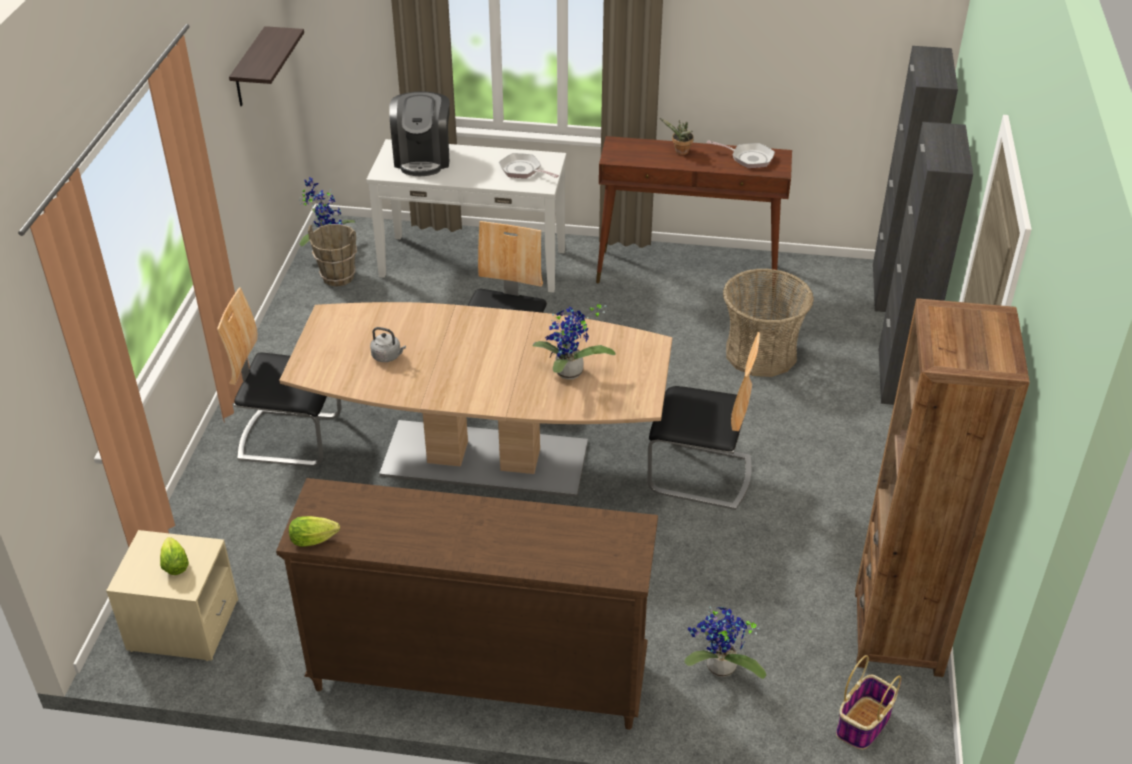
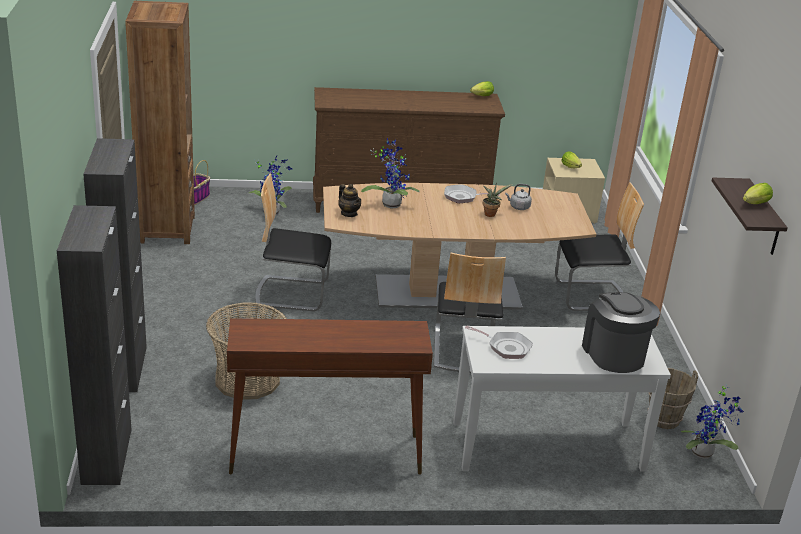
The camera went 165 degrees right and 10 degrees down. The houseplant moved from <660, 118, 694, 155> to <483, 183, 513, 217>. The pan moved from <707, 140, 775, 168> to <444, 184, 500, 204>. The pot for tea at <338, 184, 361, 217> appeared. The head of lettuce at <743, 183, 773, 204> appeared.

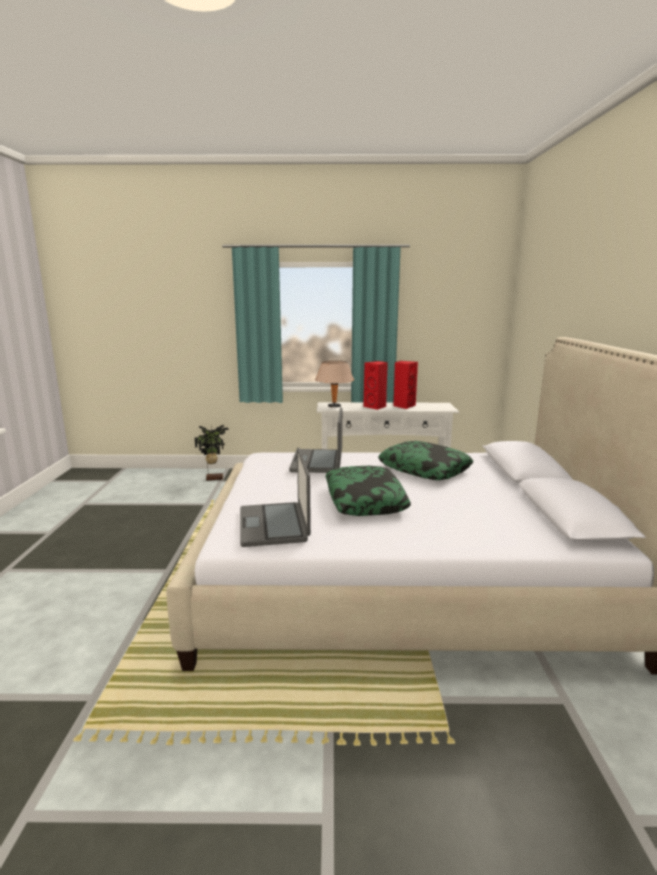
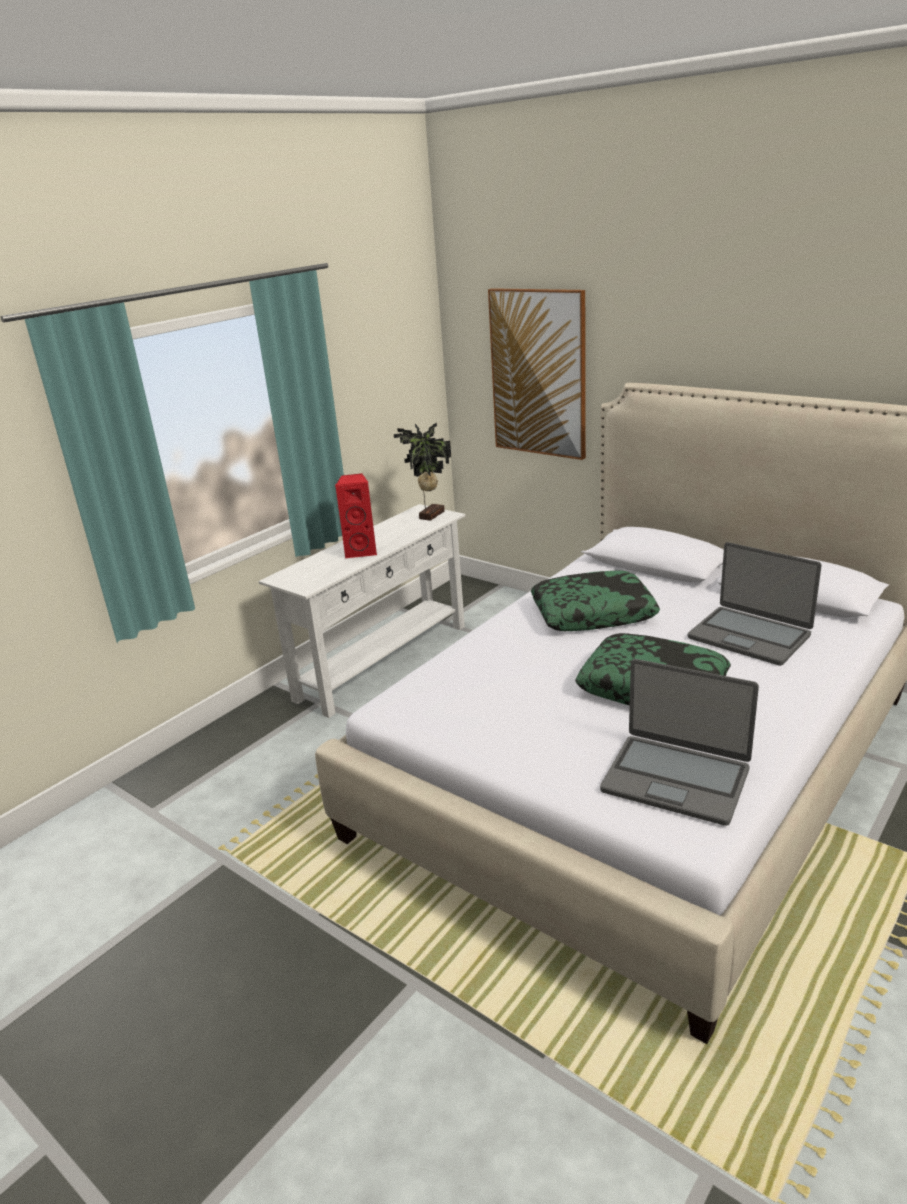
The camera went 50 degrees left and 10 degrees up. The houseplant moved from <195, 425, 229, 481> to <394, 423, 451, 521>. The portable computer moved from <289, 407, 342, 473> to <688, 542, 821, 666>. The table lamp in sand-coloured at <315, 361, 354, 408> disappeared. The speaker in red at <393, 361, 418, 409> disappeared. The picture at <488, 288, 586, 460> appeared.

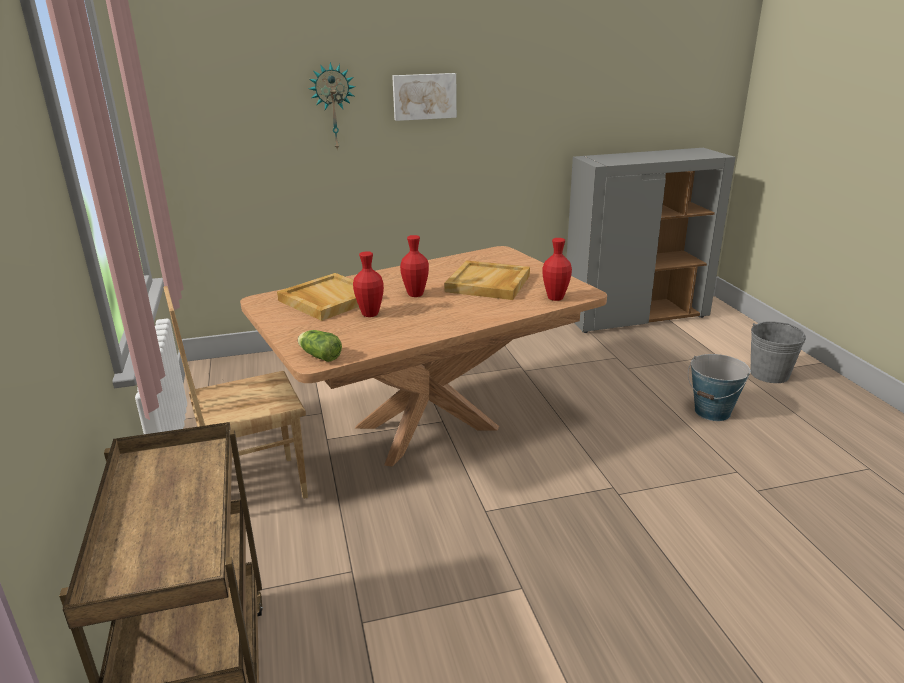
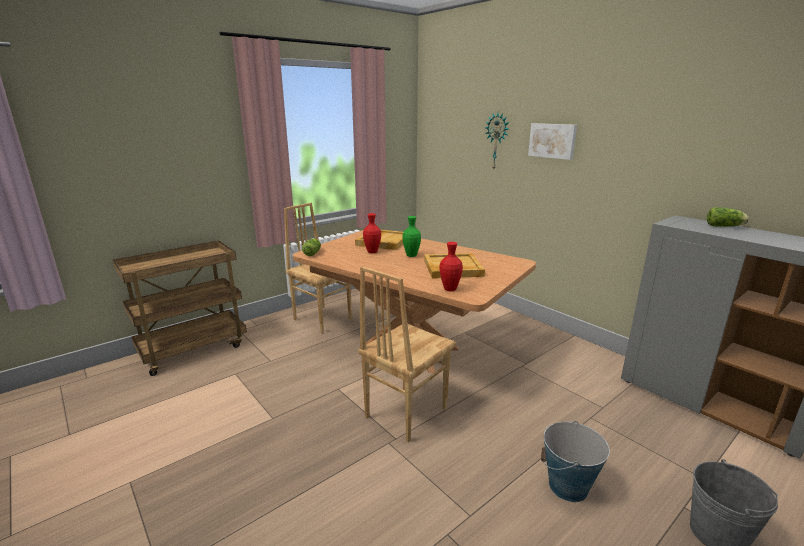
The camera went 65 degrees right and 5 degrees down. The flower vase in red at <400, 235, 429, 297> became the flower vase in greenish at <403, 216, 421, 257>. The plain chair in brownish at <358, 266, 456, 442> appeared. The head of lettuce at <707, 207, 749, 227> appeared.

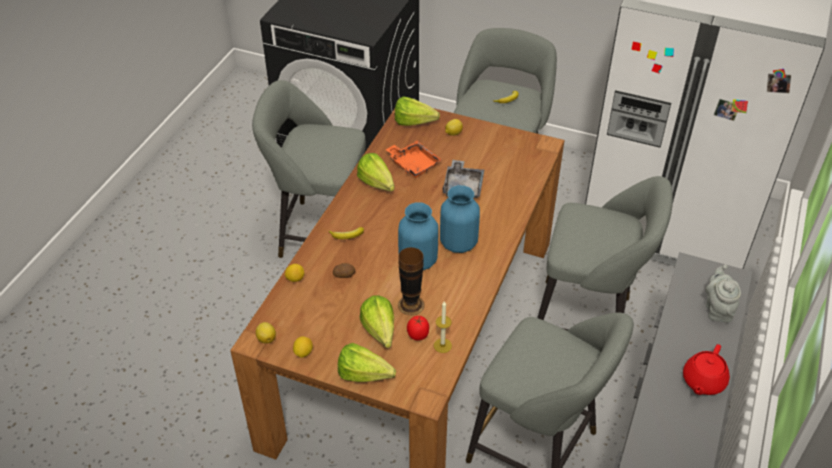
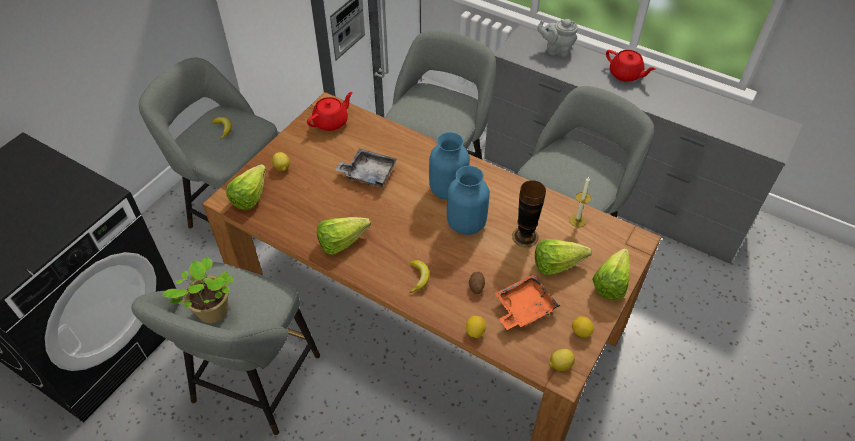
The camera went 80 degrees left and 5 degrees up. The tray in orange moved from <385, 141, 442, 178> to <494, 274, 561, 330>. The fresh tomato at <407, 316, 429, 340> disappeared. The houseplant at <162, 257, 233, 323> appeared. The pot for tea in red at <307, 92, 353, 131> appeared.

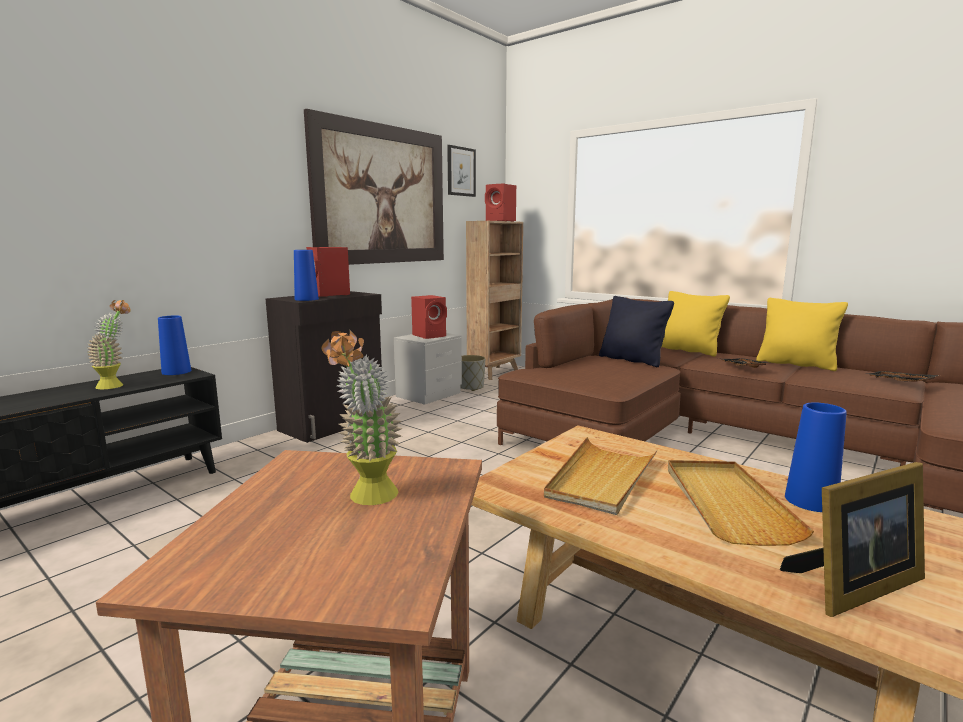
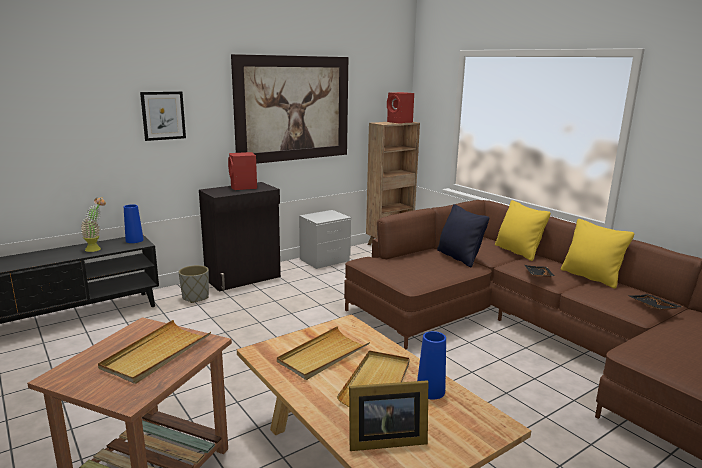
The camera went 15 degrees right and 5 degrees up. The flower vase in bluish at <294, 250, 319, 301> disappeared. The houseplant at <322, 331, 403, 505> was replaced by the tray in sand-coloured at <98, 320, 211, 384>. The speaker in red at <411, 295, 447, 339> disappeared. The picture moved from <447, 145, 476, 197> to <140, 91, 186, 141>. The flower pot in greyish moved from <460, 355, 485, 391> to <179, 265, 209, 303>.

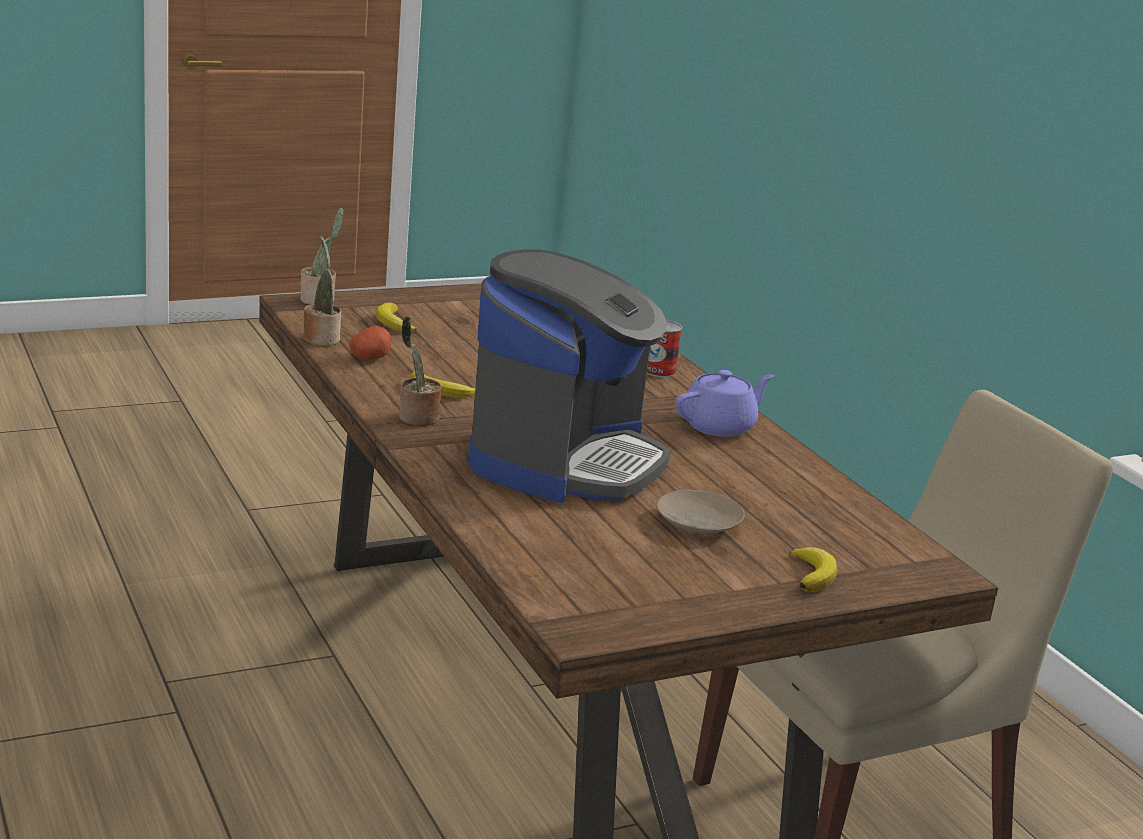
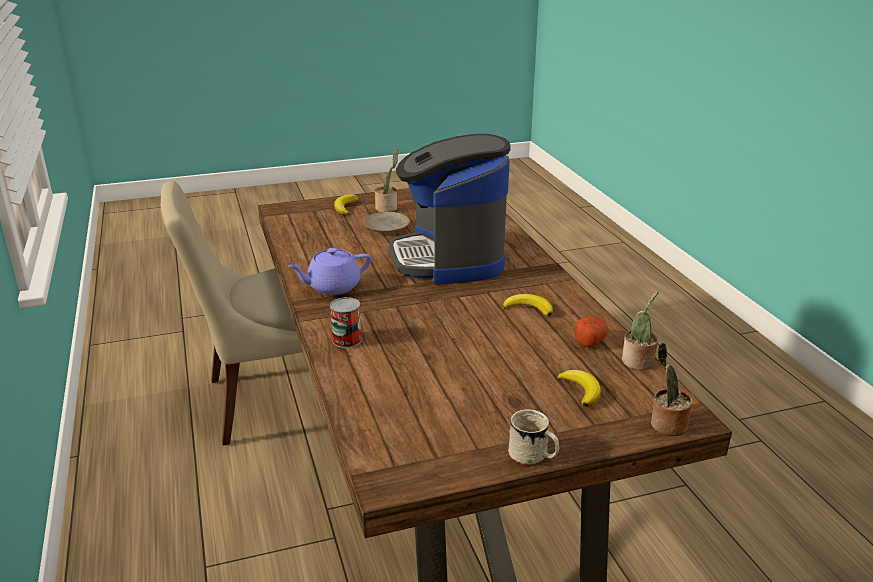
The camera went 170 degrees left and 5 degrees up. The houseplant moved from <399, 316, 442, 426> to <375, 146, 398, 212>. The coffee maker at <468, 249, 670, 503> turned 45 degrees counterclockwise. The tea mug in white at <508, 409, 559, 465> appeared.

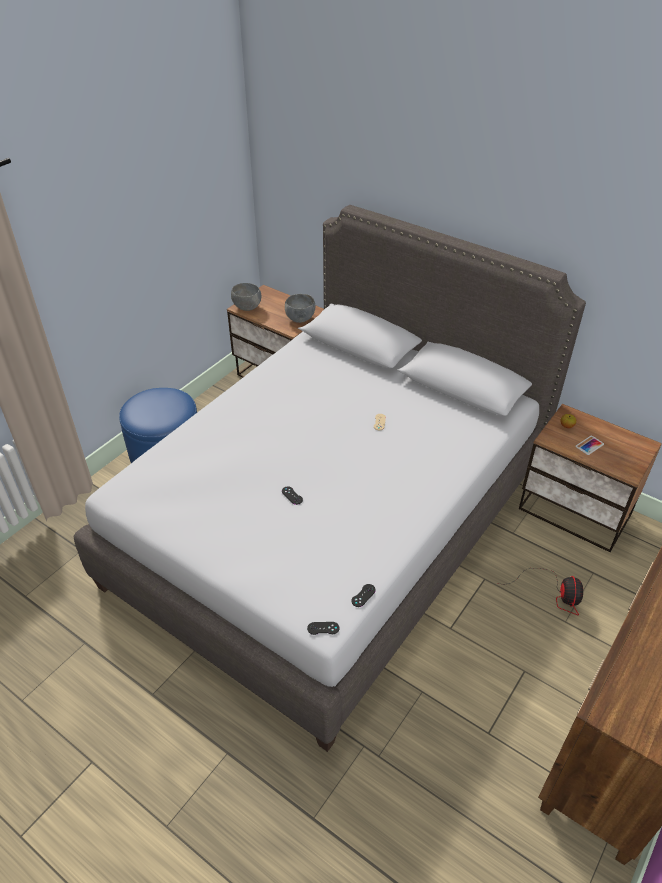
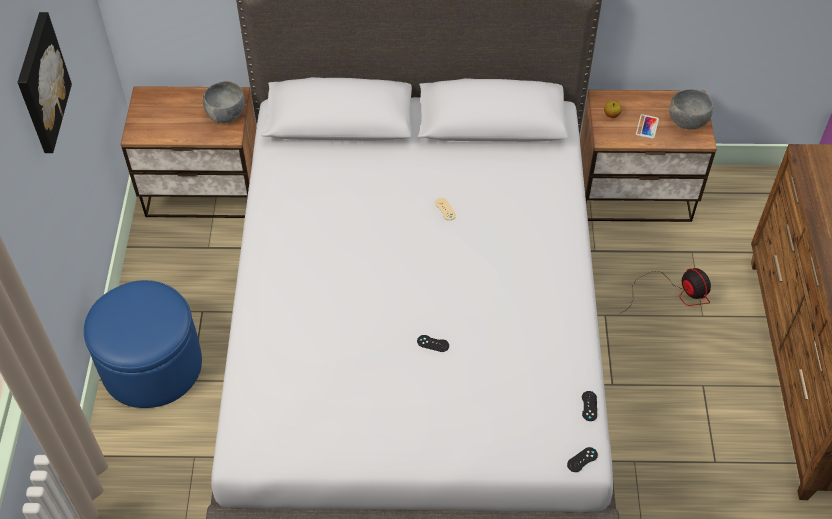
The camera went 35 degrees left and 10 degrees up. The bowl in greyish moved from <231, 283, 261, 311> to <669, 89, 713, 130>. The picture at <17, 12, 72, 153> appeared.

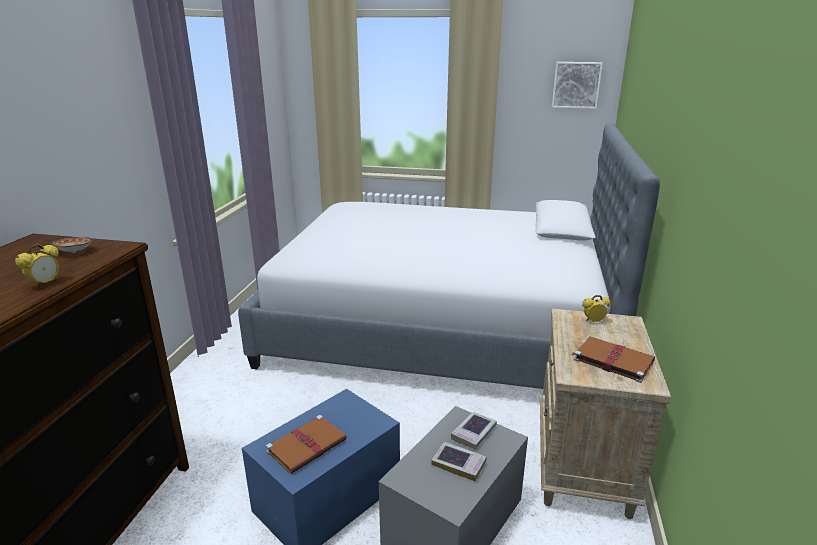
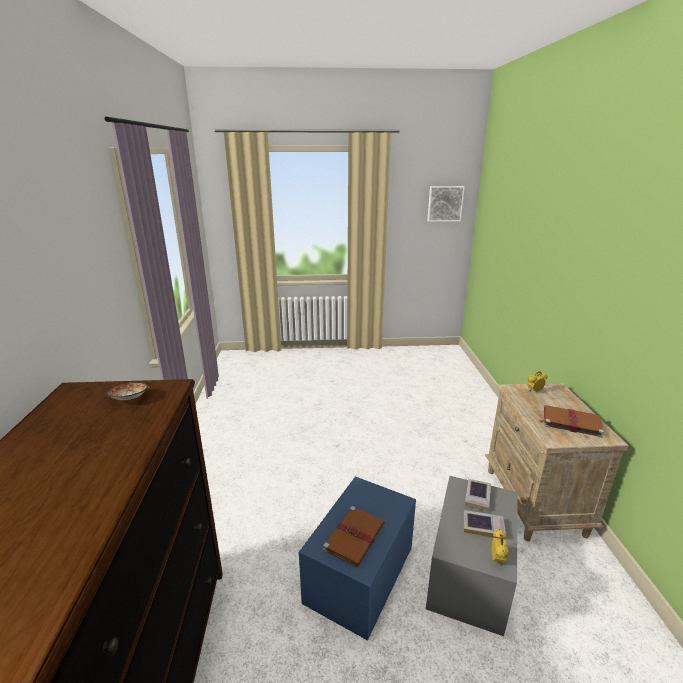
The camera went 15 degrees left and 0 degrees up. The table clock moved from <15, 244, 59, 288> to <492, 529, 509, 565>. The bed at <238, 123, 660, 389> disappeared.

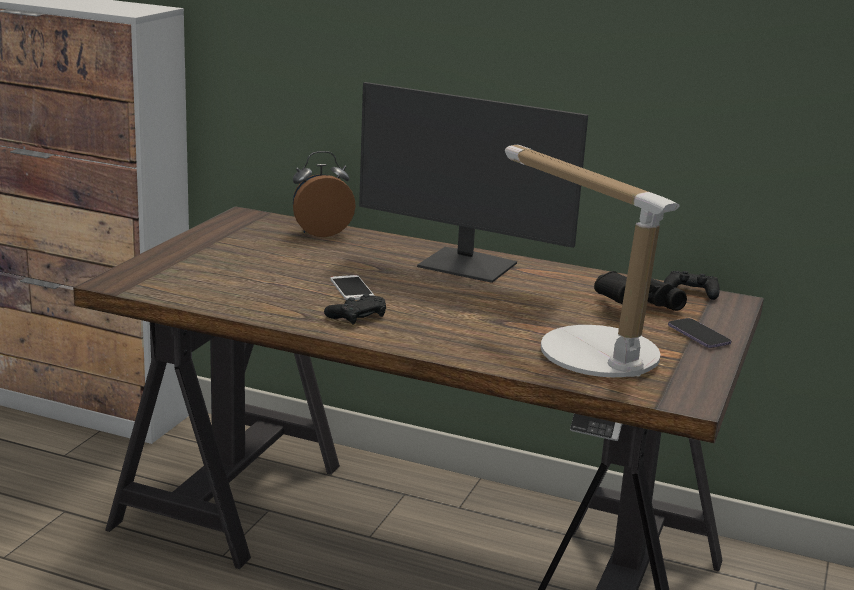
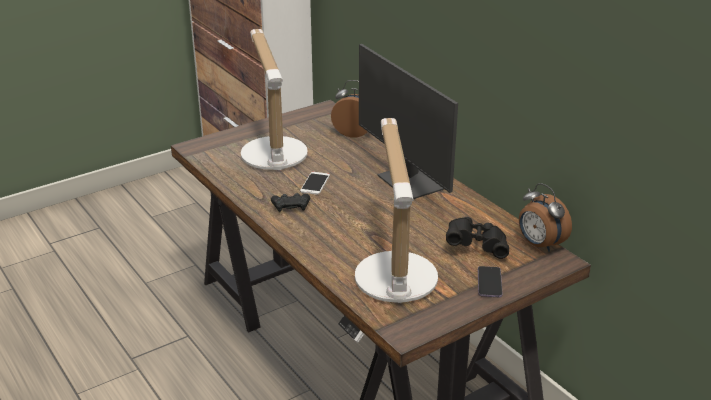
The camera went 35 degrees right and 10 degrees up. The joypad in black-coloured at <664, 271, 720, 300> was replaced by the table clock at <519, 183, 572, 252>. The table lamp at <241, 29, 308, 170> appeared.

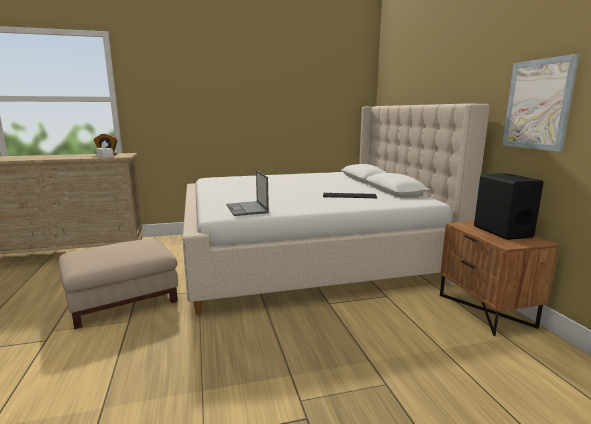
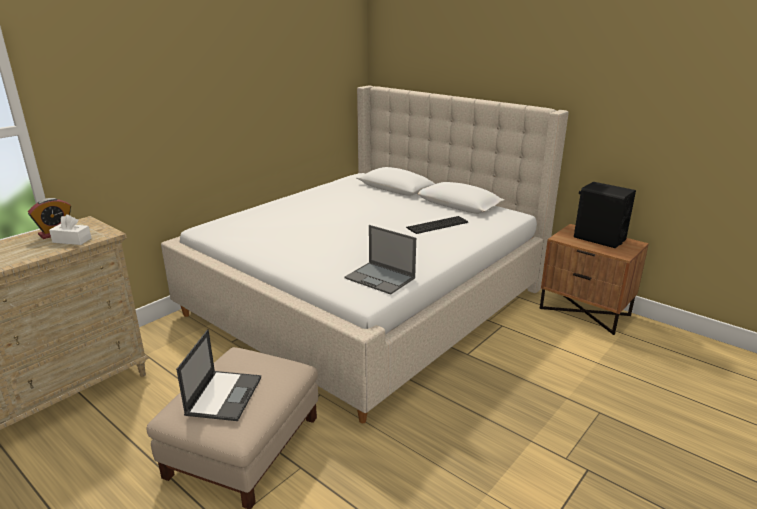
The camera went 35 degrees left and 10 degrees up. The picture at <502, 54, 579, 152> disappeared. The portable computer at <176, 329, 261, 421> appeared.

